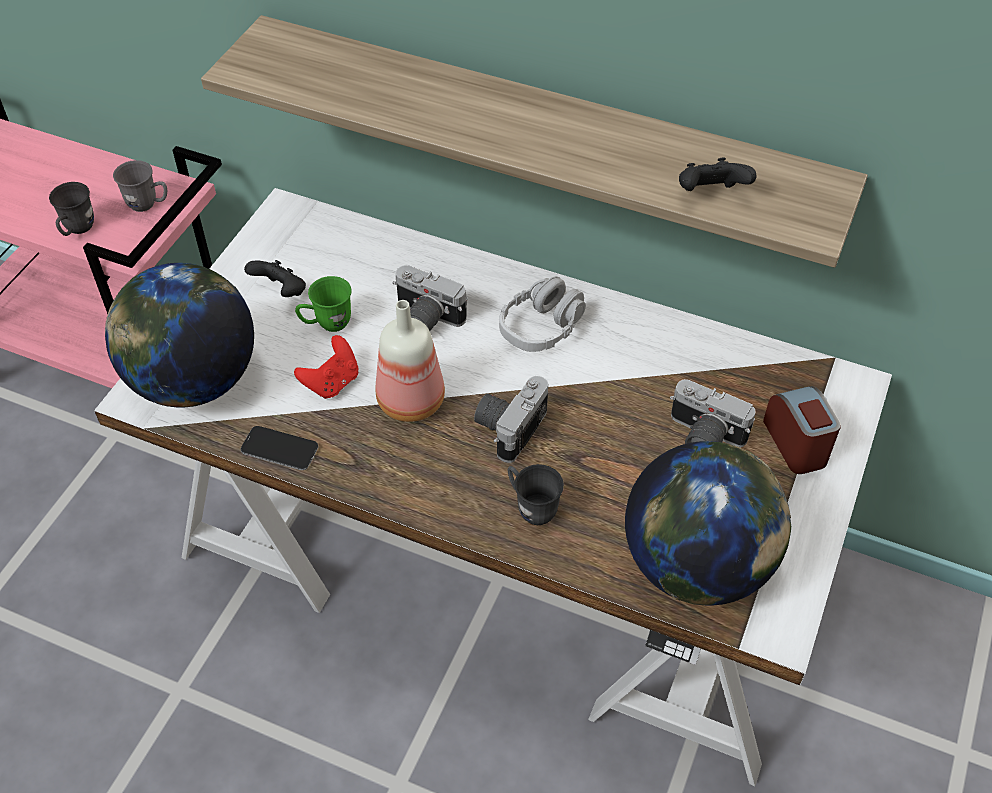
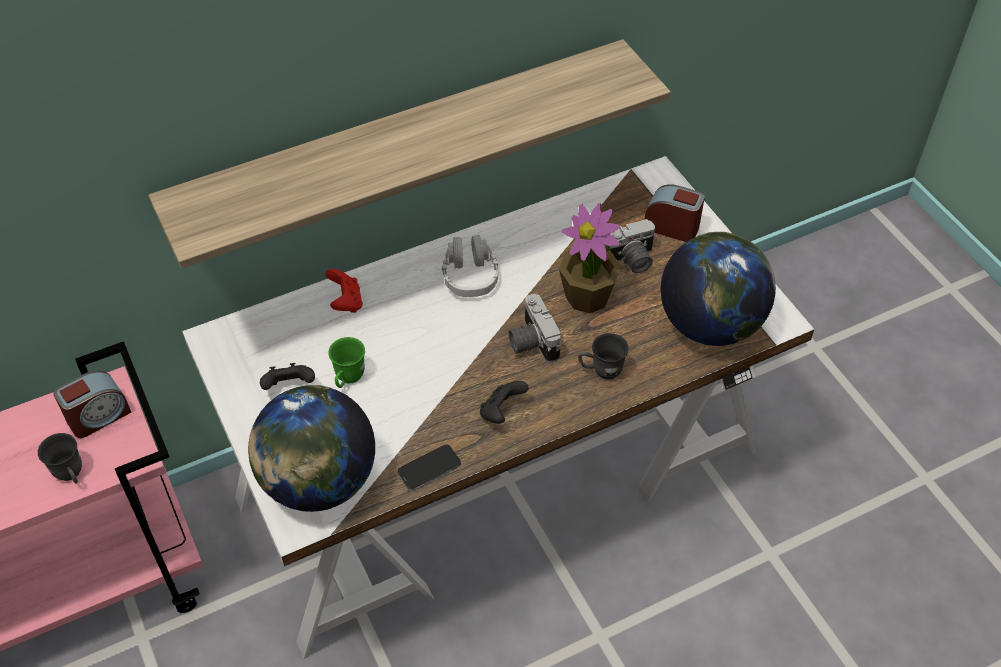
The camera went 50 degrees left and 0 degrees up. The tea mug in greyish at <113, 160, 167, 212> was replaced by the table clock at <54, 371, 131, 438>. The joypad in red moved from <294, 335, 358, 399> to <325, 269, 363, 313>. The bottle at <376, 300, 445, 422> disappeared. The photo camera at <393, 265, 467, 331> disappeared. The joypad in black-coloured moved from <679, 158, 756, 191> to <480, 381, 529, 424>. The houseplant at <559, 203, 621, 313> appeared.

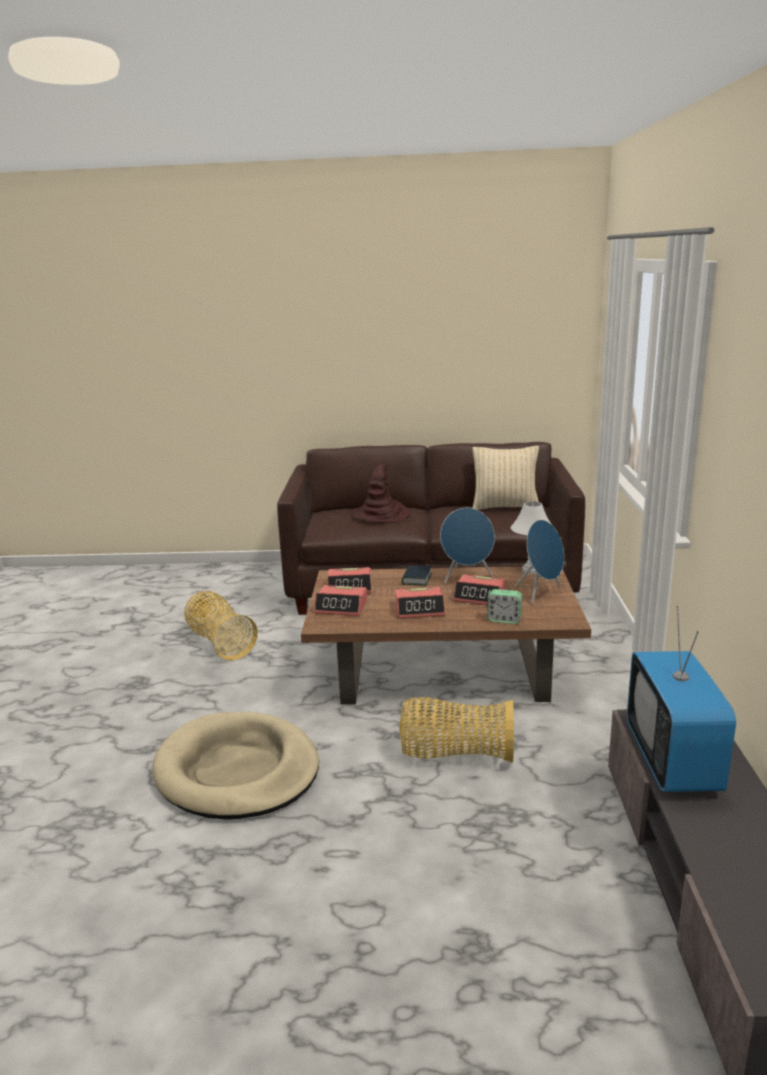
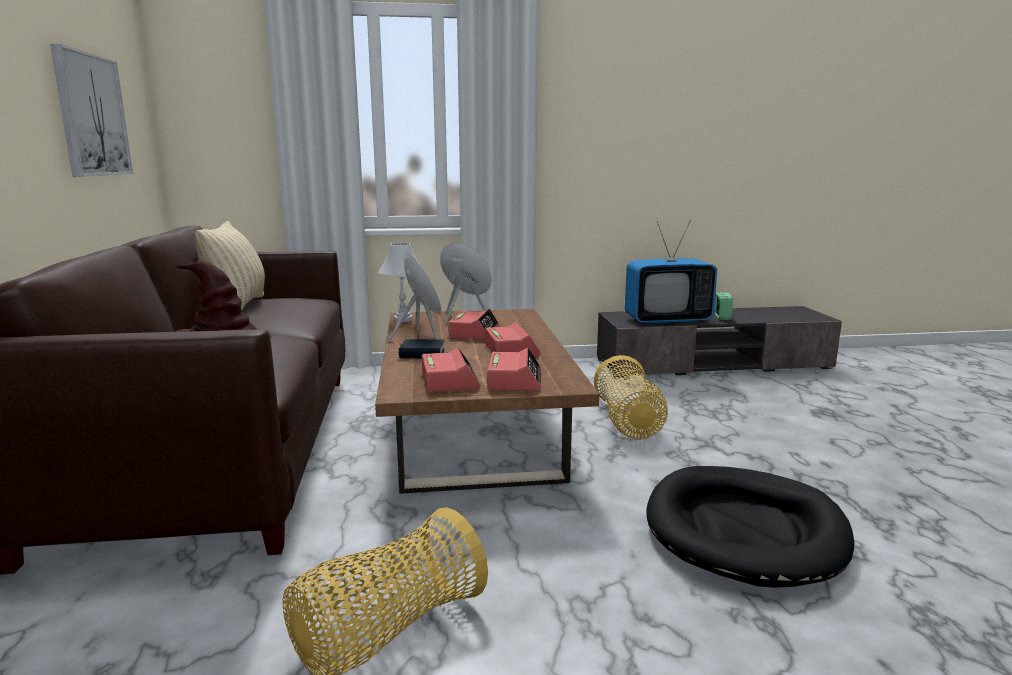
The camera went 100 degrees left and 5 degrees down. The dog cushion in sand-coloured at <152, 712, 319, 820> became the dog cushion in black-coloured at <646, 466, 854, 588>. The table clock moved from <487, 589, 522, 624> to <714, 293, 733, 320>. The picture at <50, 44, 133, 177> appeared.

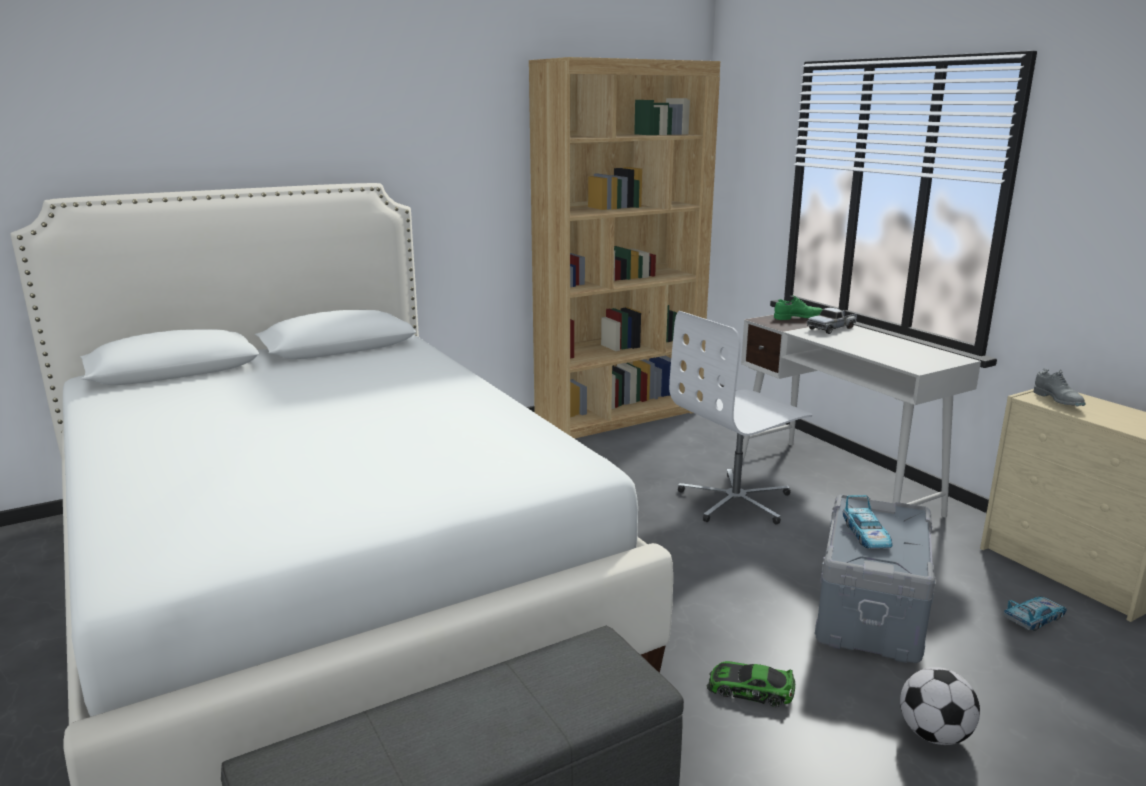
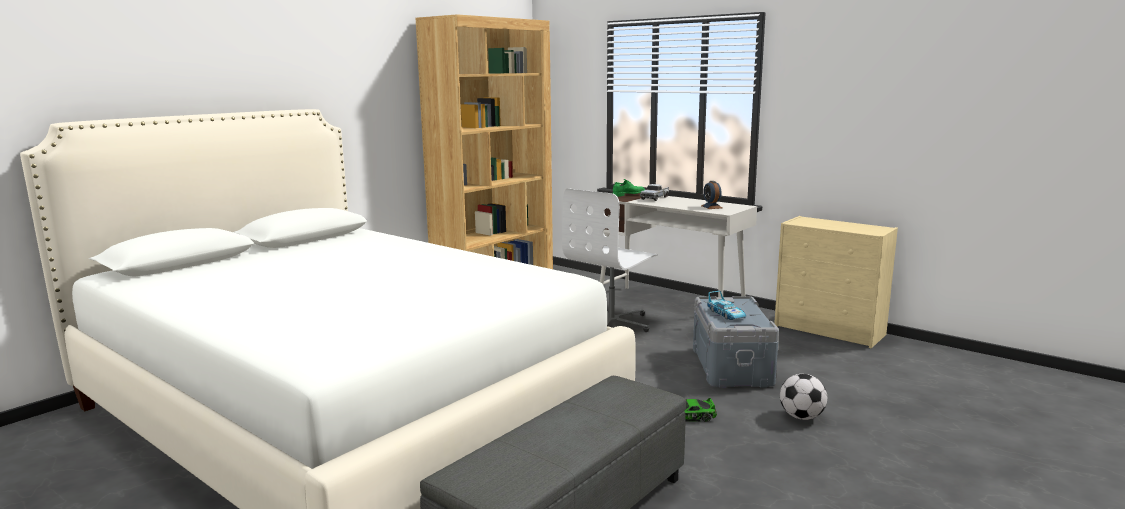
The camera went 20 degrees left and 5 degrees down. The model car at <1004, 597, 1067, 631> disappeared. The item of footwear in greyish at <1033, 368, 1086, 407> disappeared. The table clock at <701, 181, 722, 209> appeared.

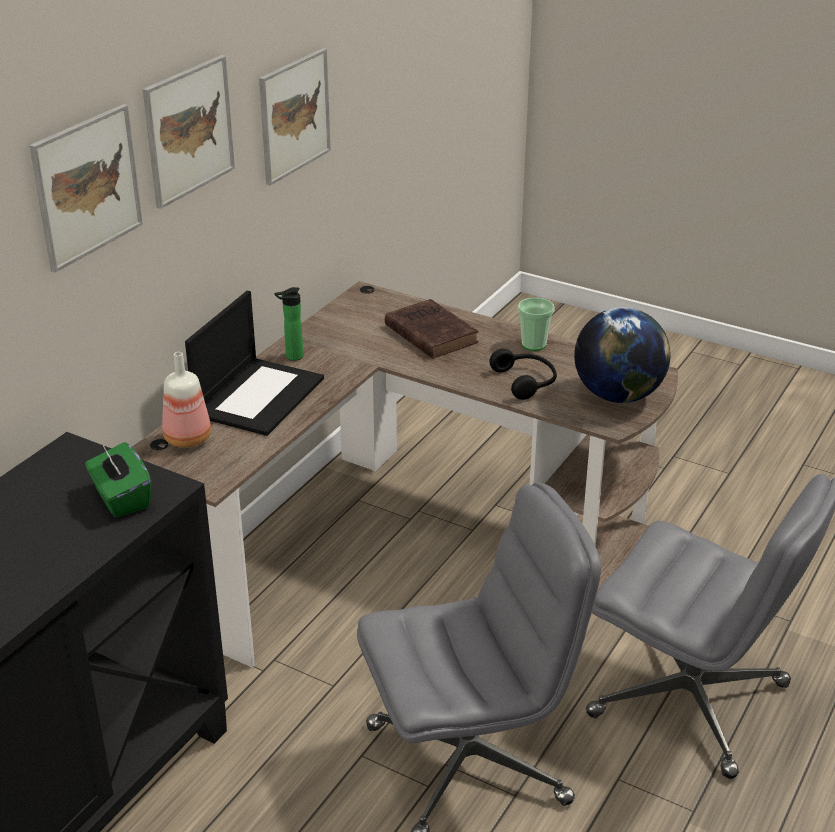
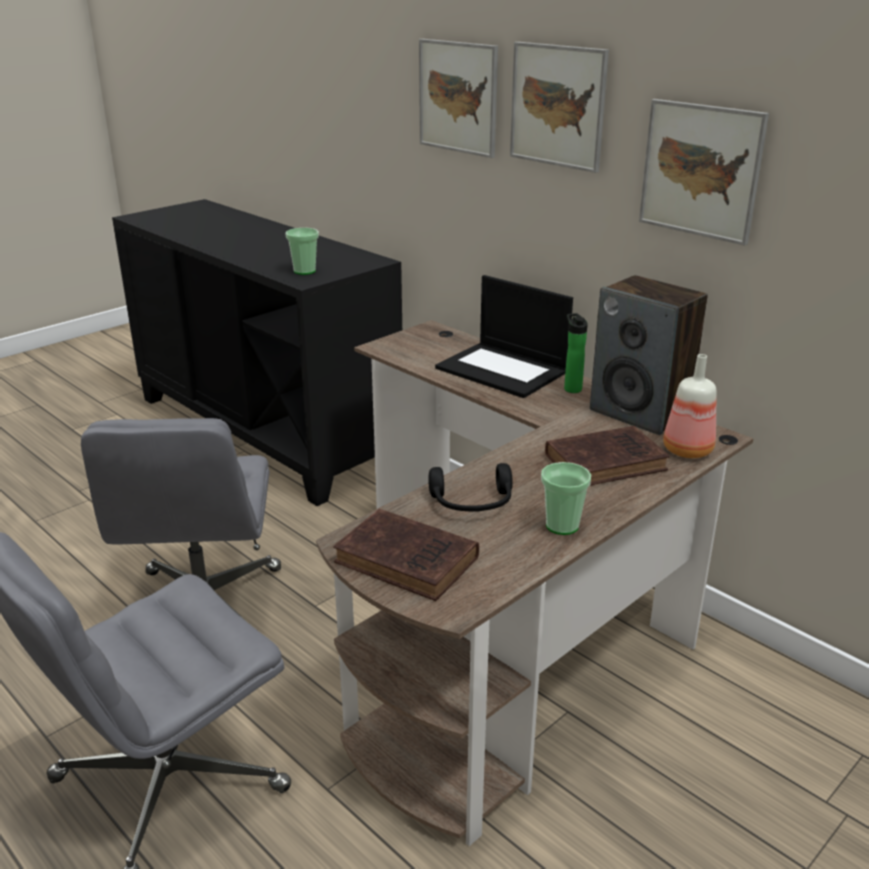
The camera went 105 degrees right and 5 degrees down. The tissue box in greenish at <85, 442, 152, 518> was replaced by the cup at <285, 228, 319, 275>. The bottle moved from <162, 352, 211, 448> to <663, 354, 717, 458>. The globe at <574, 307, 671, 403> was replaced by the book in brownish at <333, 509, 479, 601>. The speaker at <590, 275, 708, 435> appeared.

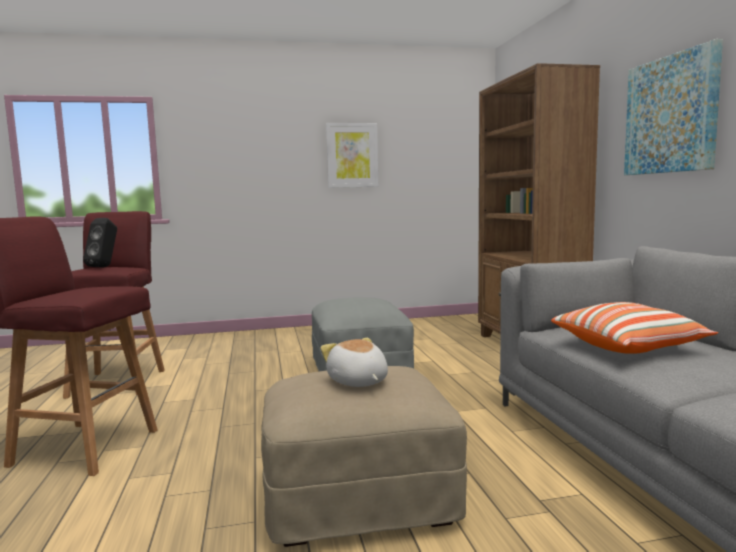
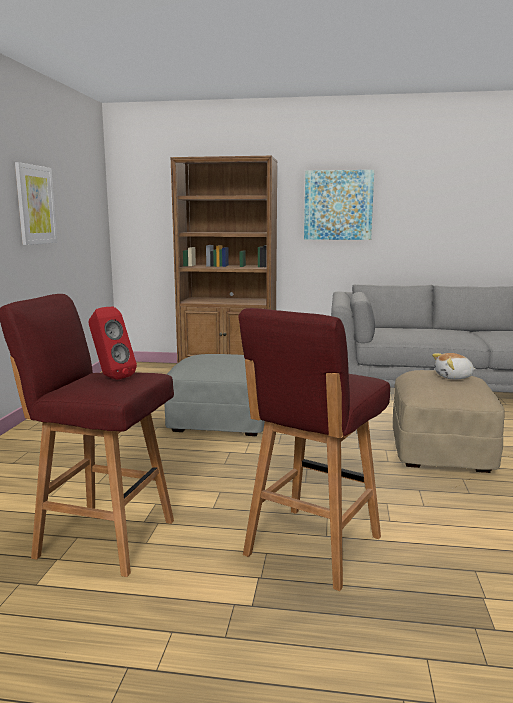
The camera went 70 degrees left and 5 degrees up. The speaker in black-coloured at <83, 218, 117, 268> became the speaker in red at <88, 307, 137, 380>. The pillow at <551, 302, 718, 354> disappeared.

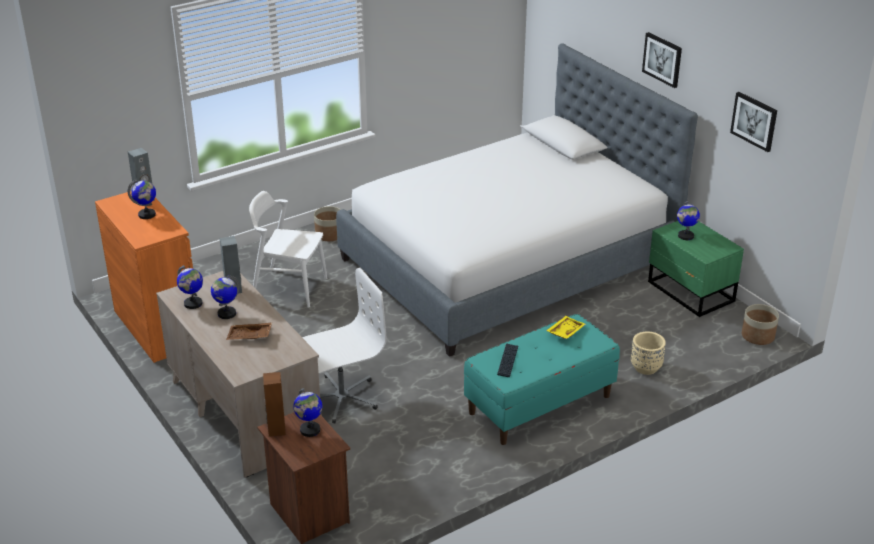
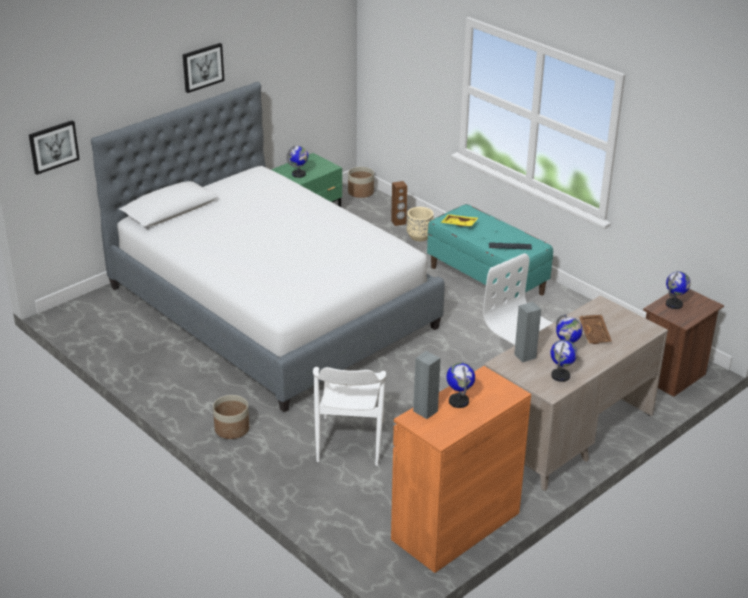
The camera went 100 degrees left and 0 degrees up. The speaker in brownish moved from <263, 372, 286, 437> to <391, 181, 407, 226>. The picture moved from <730, 92, 777, 152> to <29, 120, 80, 175>.

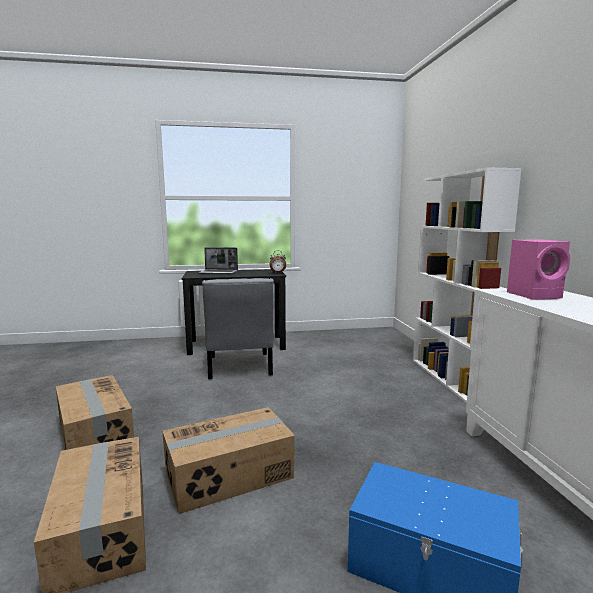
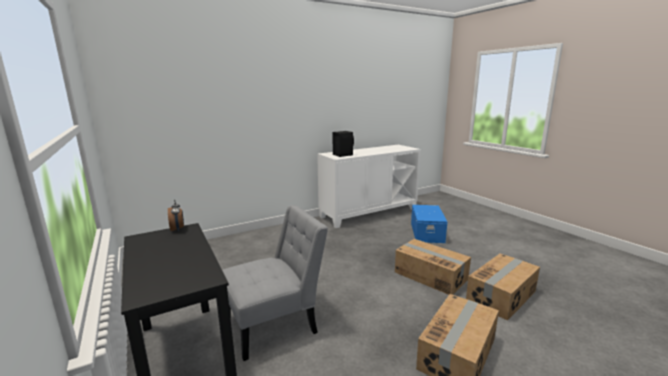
The camera went 110 degrees left and 5 degrees up. The portable computer at <198, 247, 238, 275> disappeared. The bookcase in white at <413, 167, 522, 403> disappeared. The speaker in pinkish at <507, 239, 570, 299> became the speaker in black-coloured at <333, 131, 354, 157>.

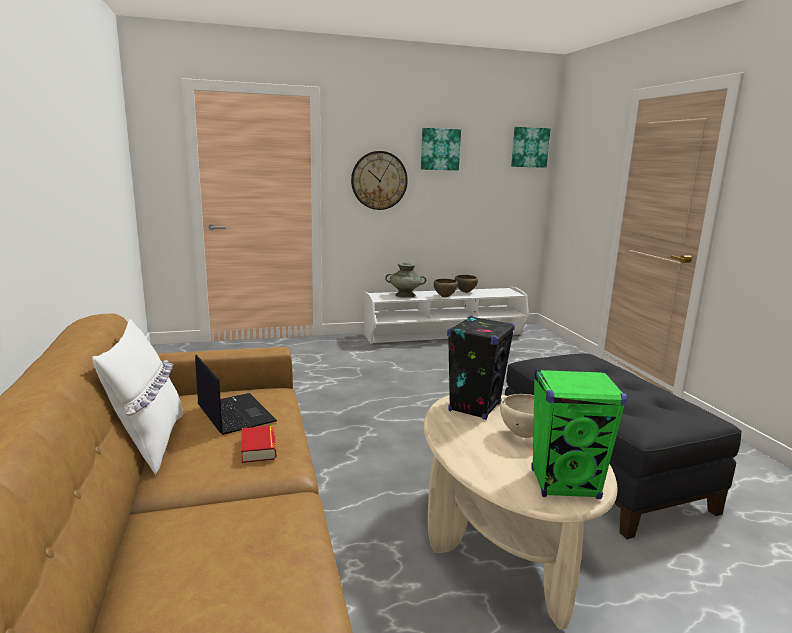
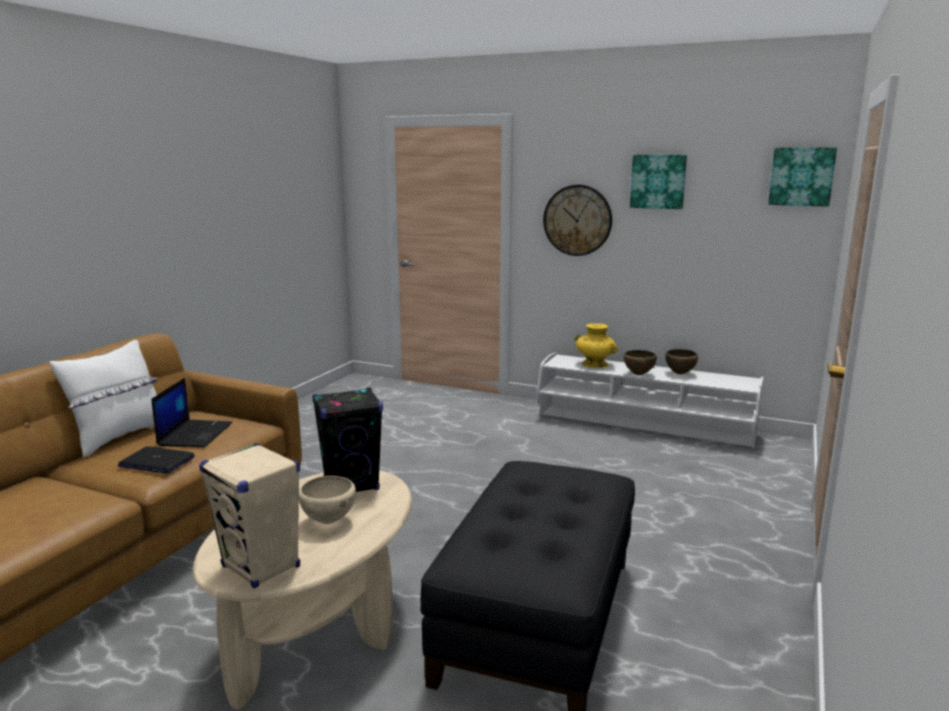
The camera went 40 degrees right and 0 degrees up. The book at <241, 426, 276, 463> was replaced by the portable computer at <118, 446, 195, 474>. The flower vase in blue-green at <385, 263, 426, 298> became the flower vase in yellow at <575, 323, 618, 368>. The speaker in greenish at <531, 369, 627, 499> became the speaker in sand-coloured at <199, 443, 300, 588>.

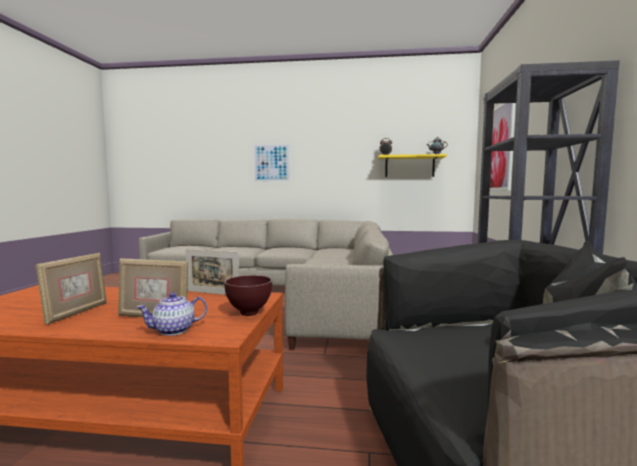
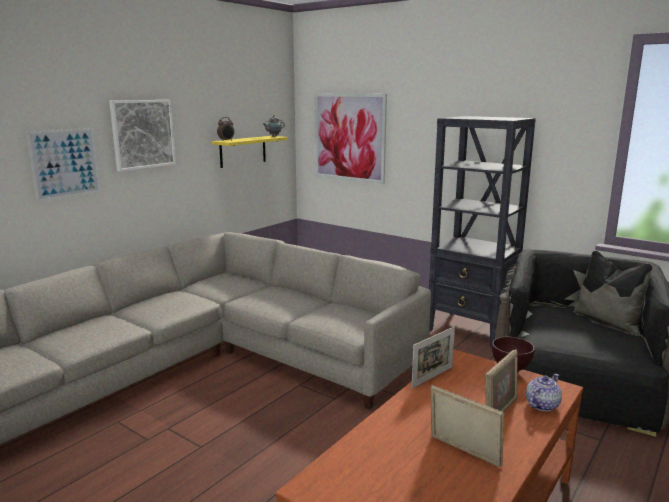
The camera went 60 degrees left and 10 degrees up. The pot for tea at <136, 292, 207, 336> turned 135 degrees counterclockwise. The picture at <109, 100, 176, 171> appeared.

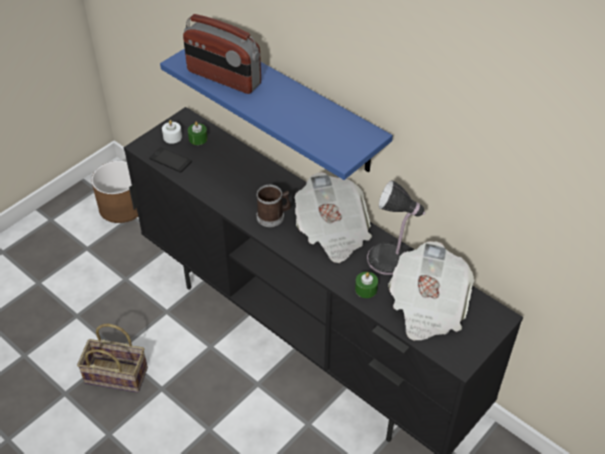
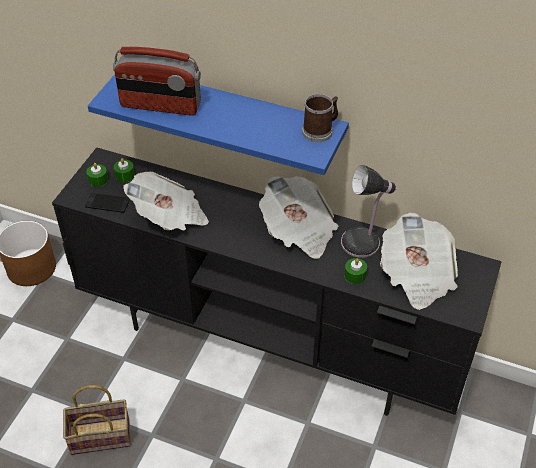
The camera went 20 degrees left and 0 degrees up. The candle in white at <162, 120, 182, 144> became the candle in greenish at <87, 163, 108, 187>. The tea mug moved from <256, 185, 291, 227> to <302, 94, 338, 142>. The newspaper at <123, 172, 209, 231> appeared.

